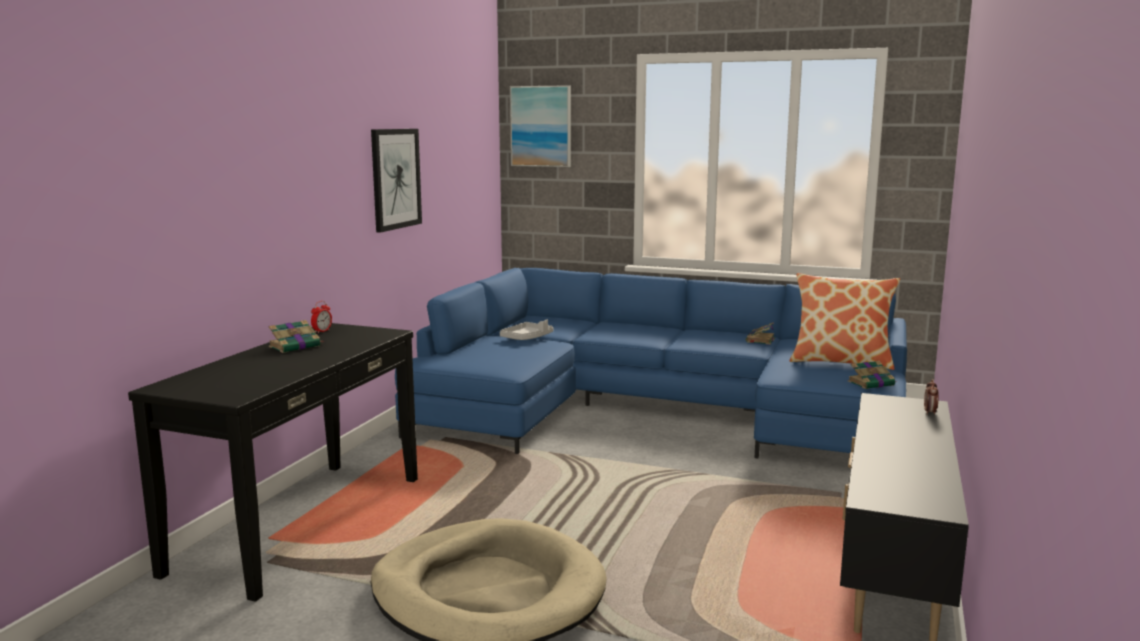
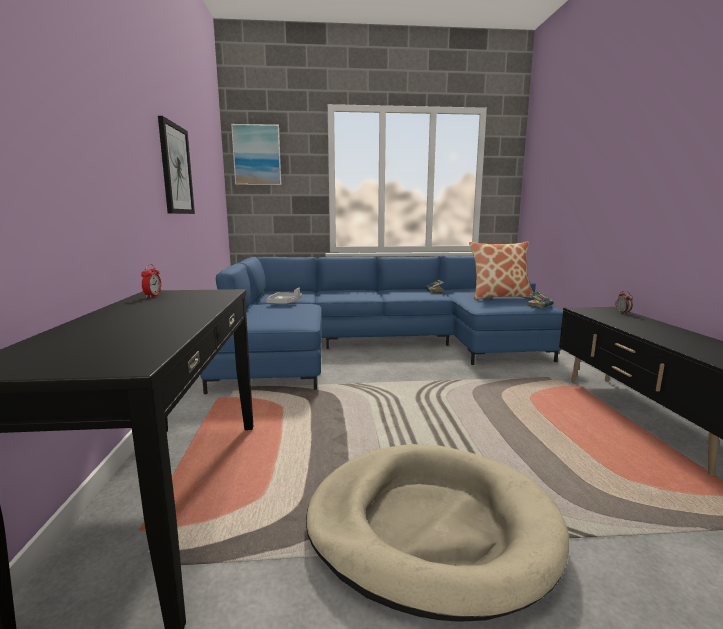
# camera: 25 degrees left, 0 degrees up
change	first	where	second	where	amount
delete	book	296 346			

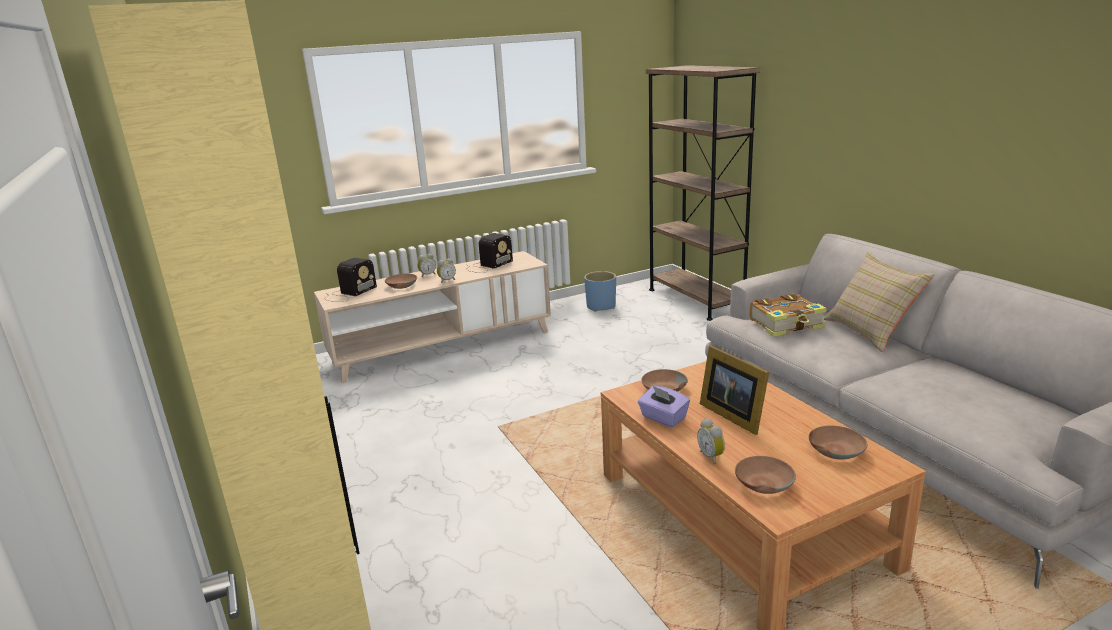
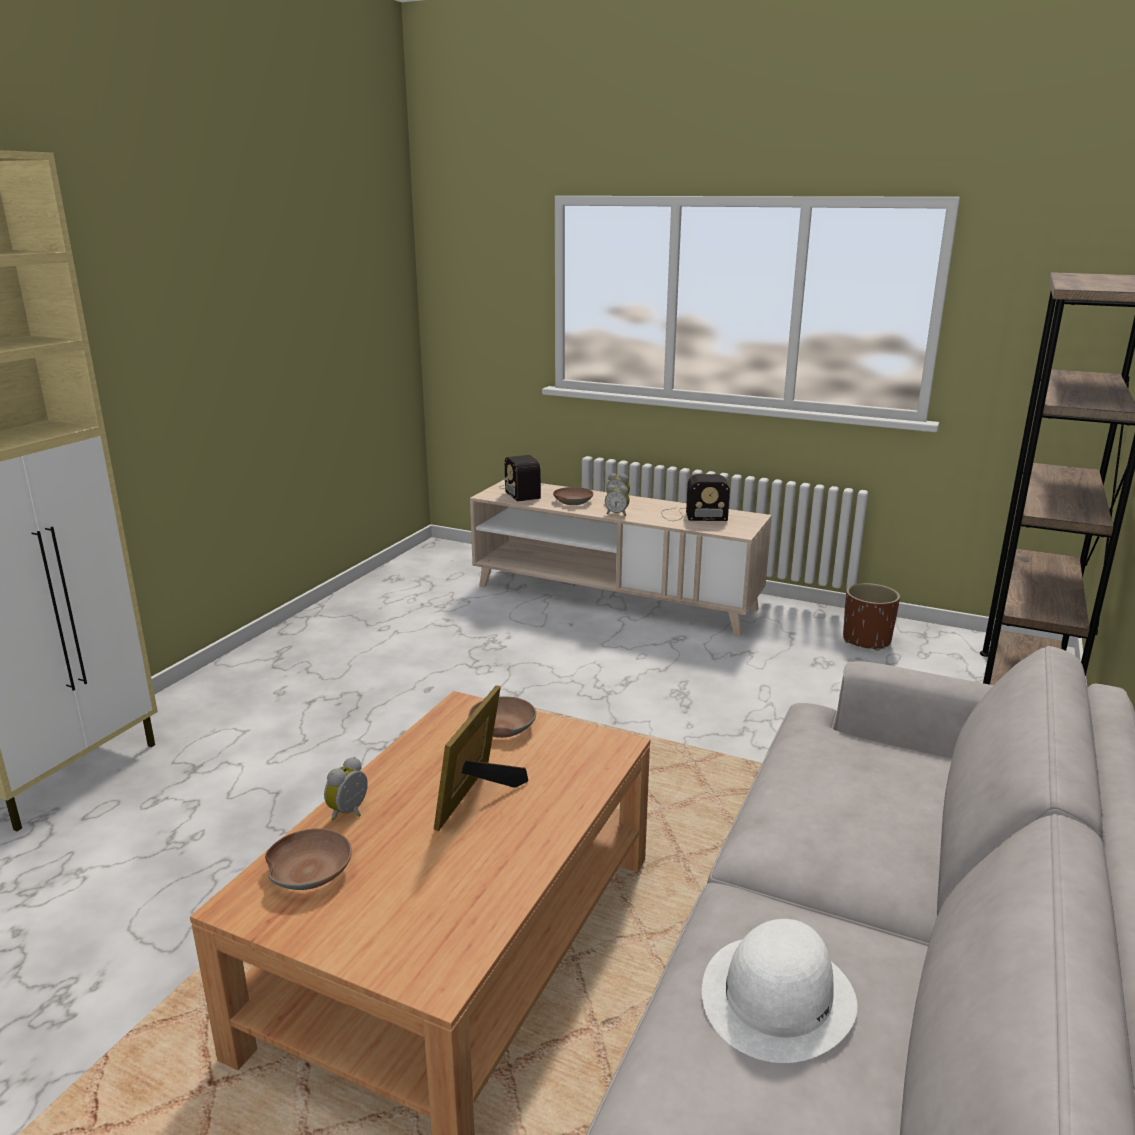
# camera: 50 degrees right, 0 degrees up
change	first	where	second	where	amount
rotate	radio	349 293		521 491	75 degrees clockwise
recolor	blue planter	601 306	brown planter	867 640	
delete	purple tissue box	663 418			
delete	book	787 324			
delete	brown bowl	835 450			
delete	beige pillow	870 332			
insert			white hat	778 996	

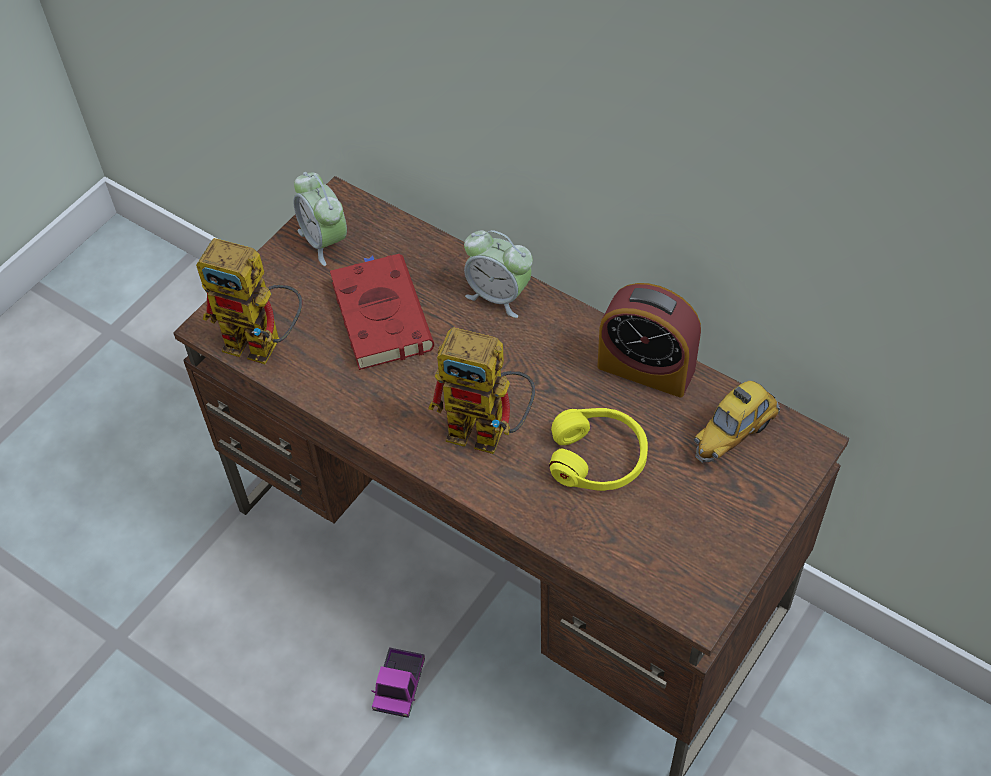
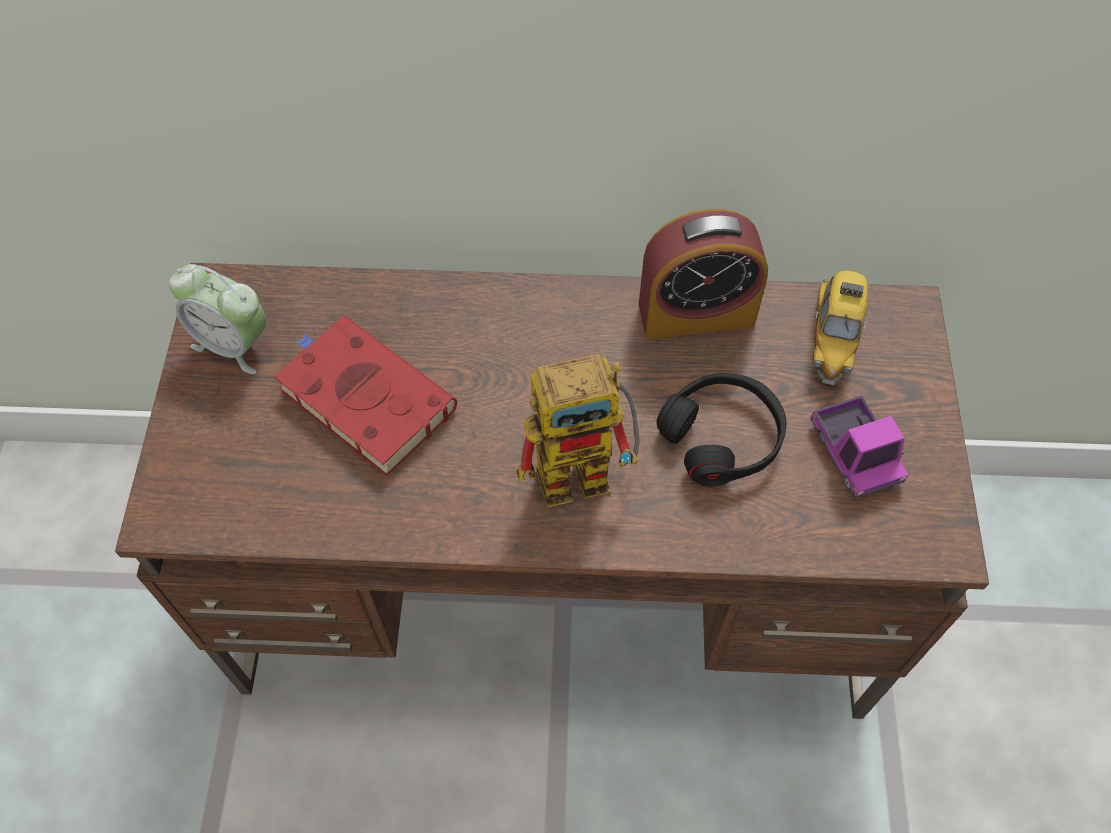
# camera: 35 degrees left, 5 degrees up
change	first	where	second	where	amount
delete	toy robot	265 343			
move	toy truck	399 686		854 453	
delete	alarm clock	498 295			
recolor	yellow headphones	598 458	black headphones	722 436	

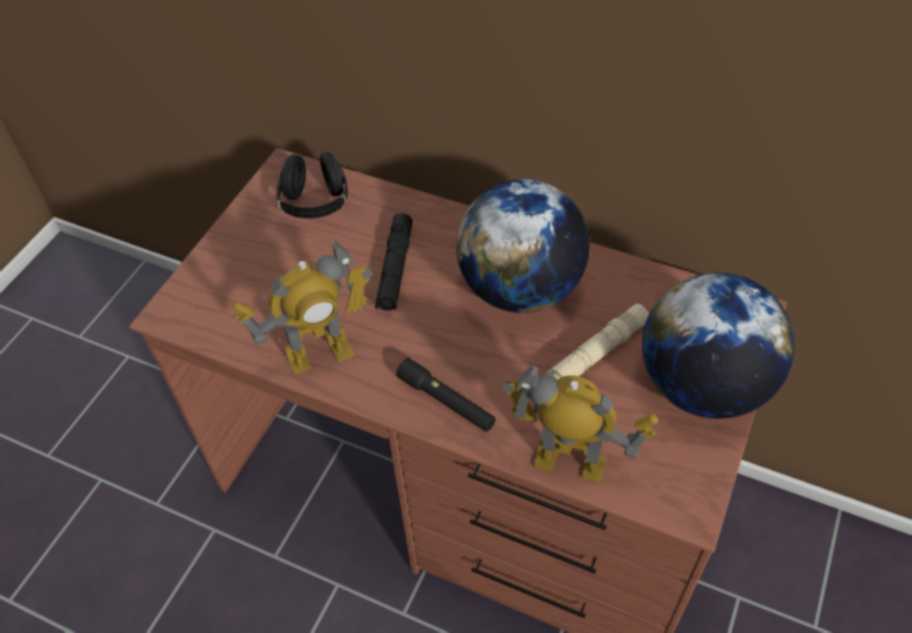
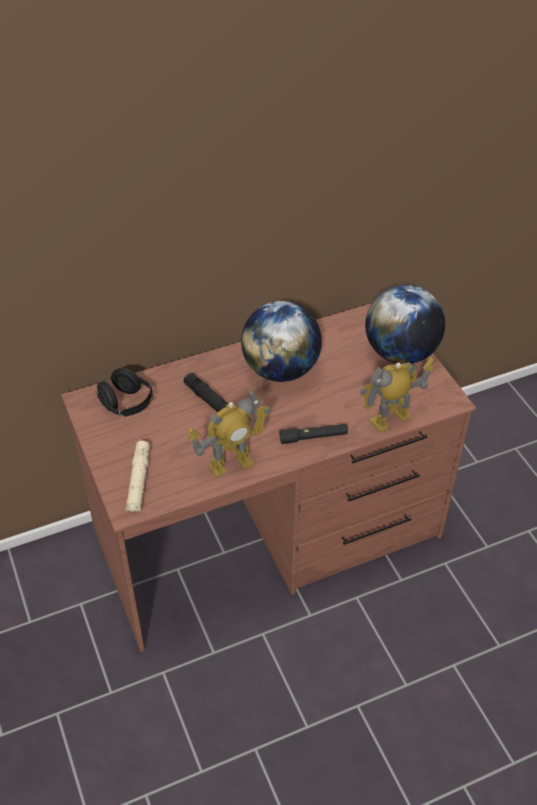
# camera: 50 degrees left, 5 degrees down
change	first	where	second	where	amount
rotate	toy robot	319 354		231 464	45 degrees clockwise
move	beige flashlight	597 353		138 481	

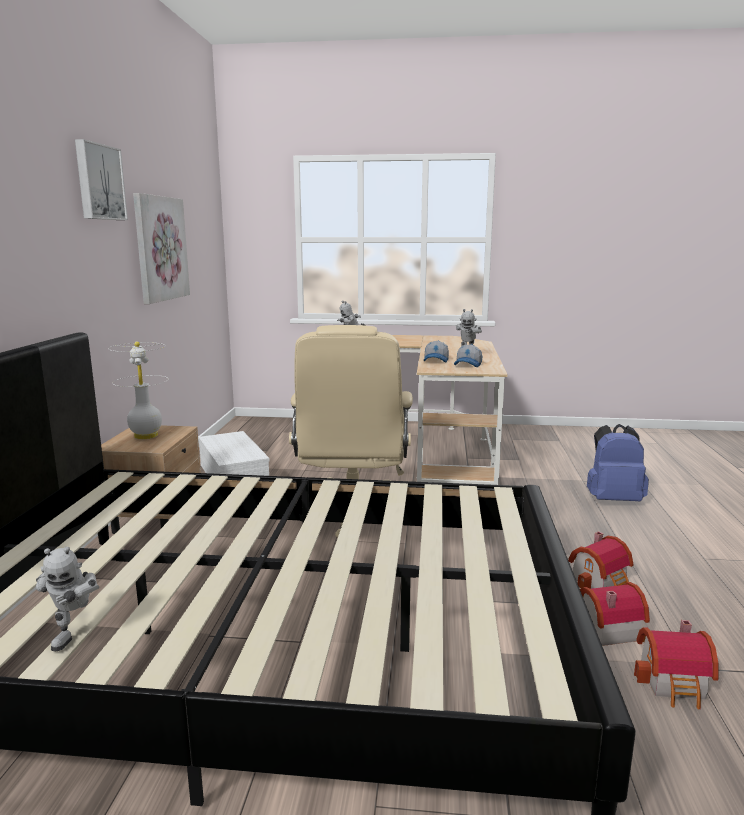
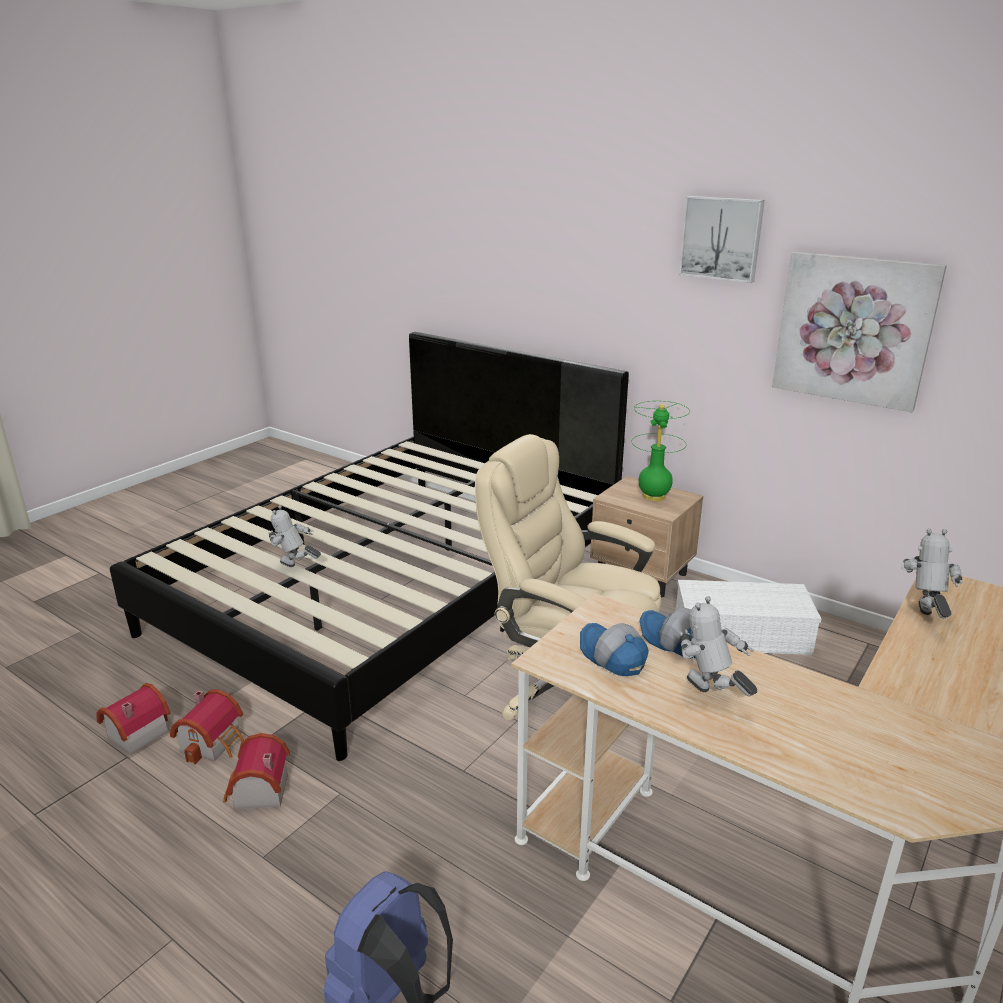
# camera: 120 degrees right, 10 degrees up
change	first	where	second	where	amount
move	toy robot	76 633		295 569	
recolor	white table lamp	145 436	green table lamp	653 496	

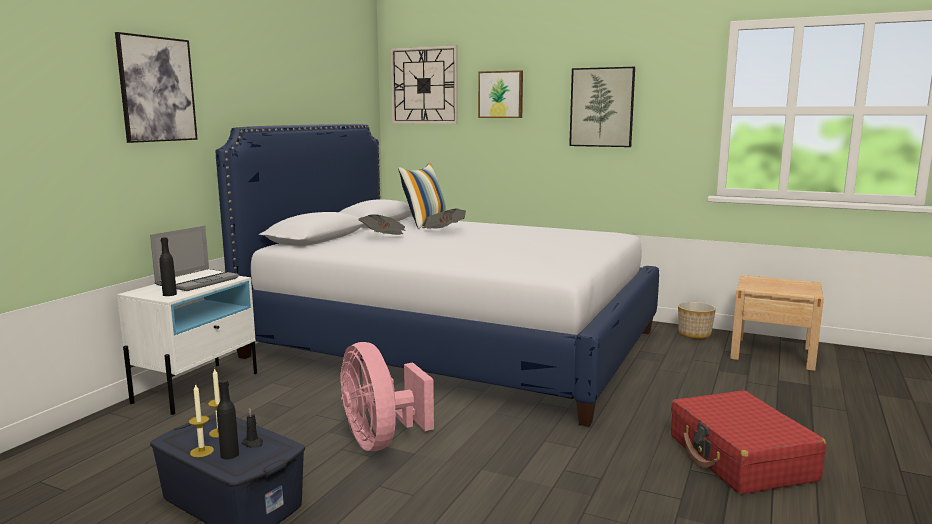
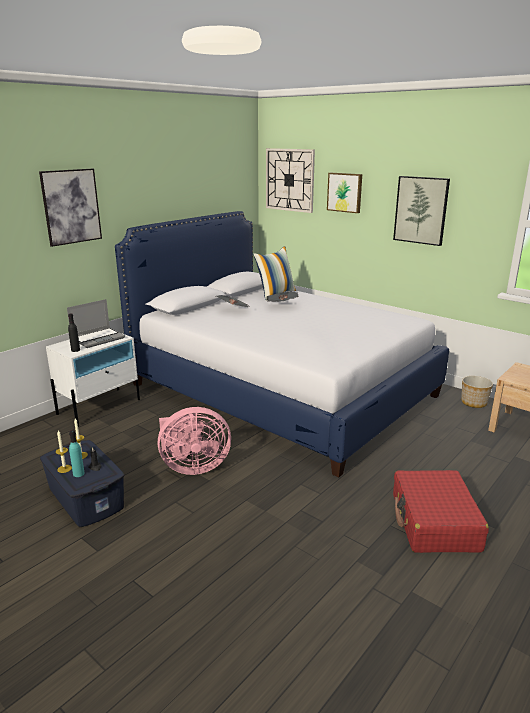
# camera: 15 degrees right, 10 degrees up
change	first	where	second	where	amount
recolor	black bottle	229 454	turquoise bottle	78 474	
rotate	pink fan	381 440		193 467	90 degrees counterclockwise

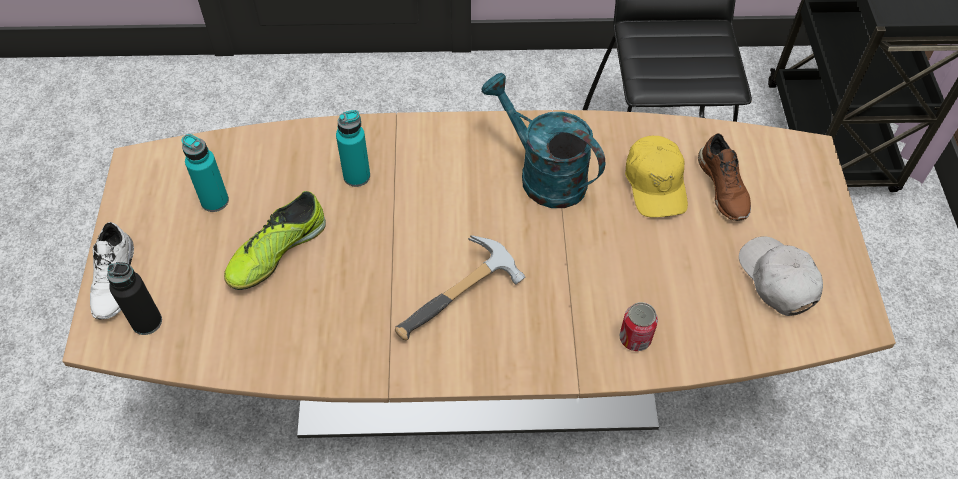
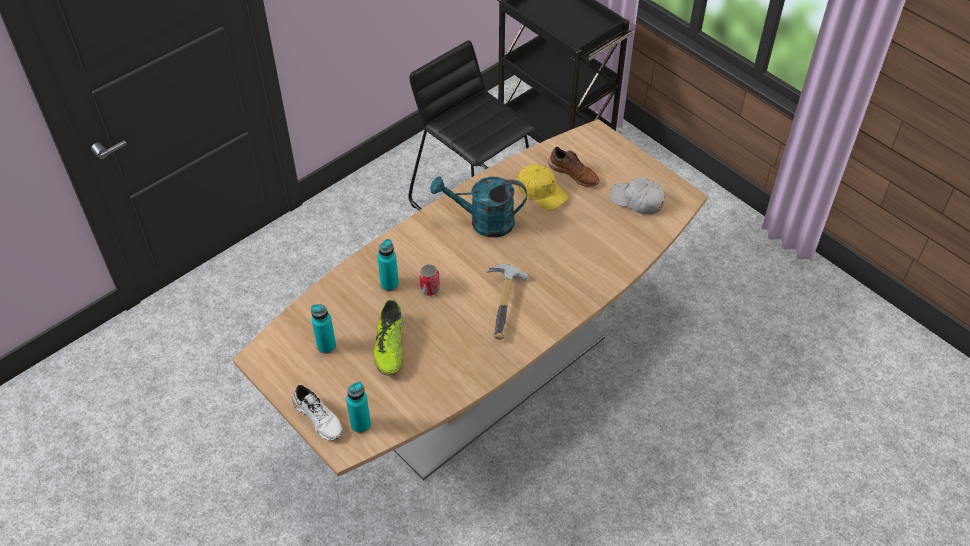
# camera: 40 degrees left, 5 degrees down
change	first	where	second	where	amount
recolor	black bottle	147 322	turquoise bottle	360 424	
move	can	635 338		430 289	

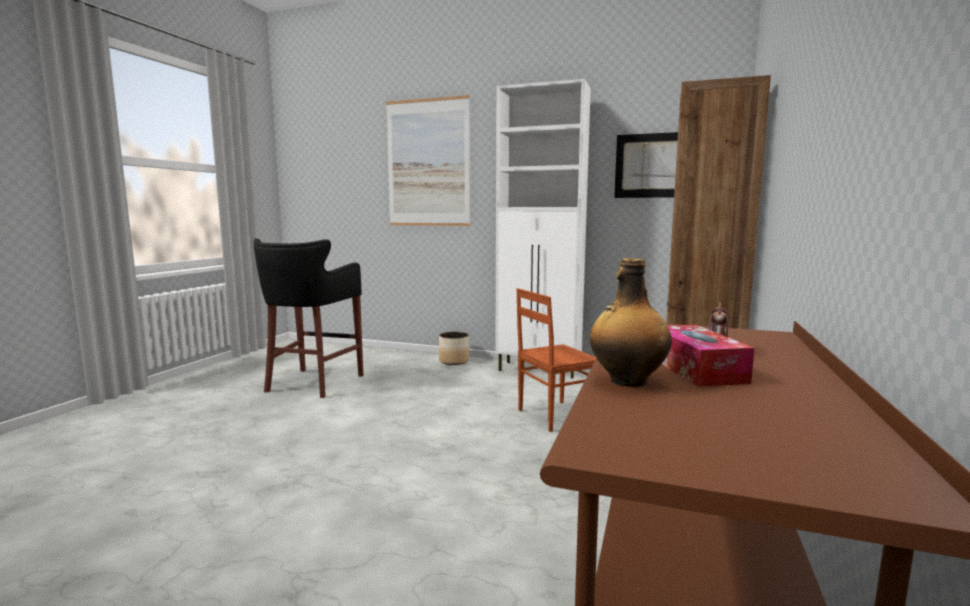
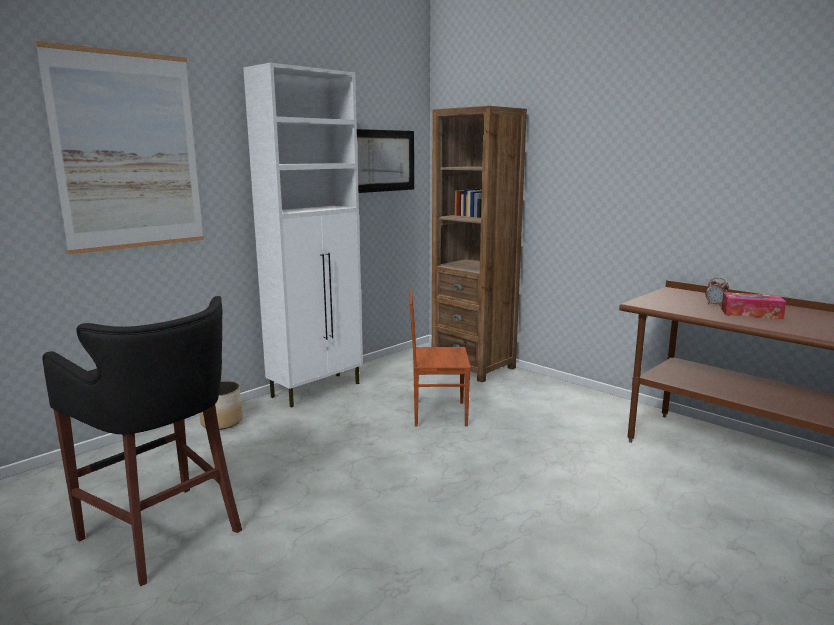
# camera: 65 degrees left, 5 degrees up
change	first	where	second	where	amount
rotate	brown chair	554 415		438 413	90 degrees clockwise
delete	bottle	627 381			

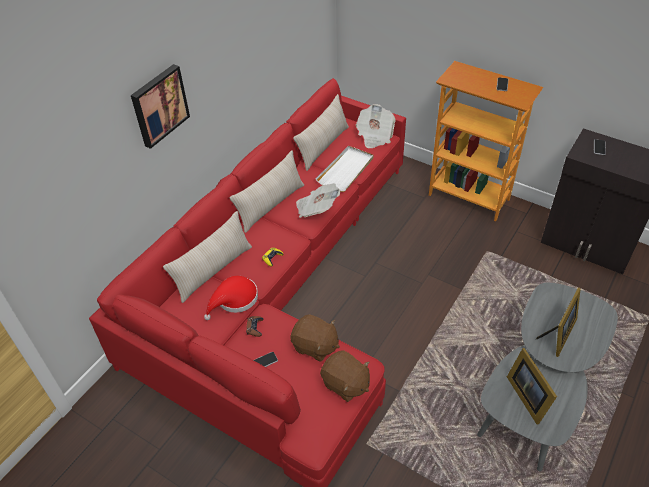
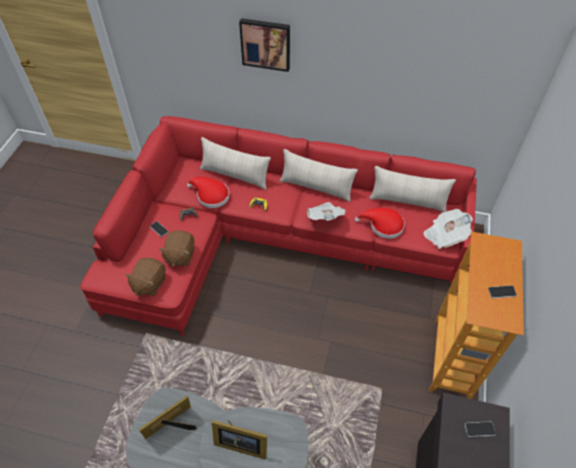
# camera: 70 degrees right, 5 degrees up
change	first	where	second	where	amount
replace	white tray	346 170	red hat	383 225	

